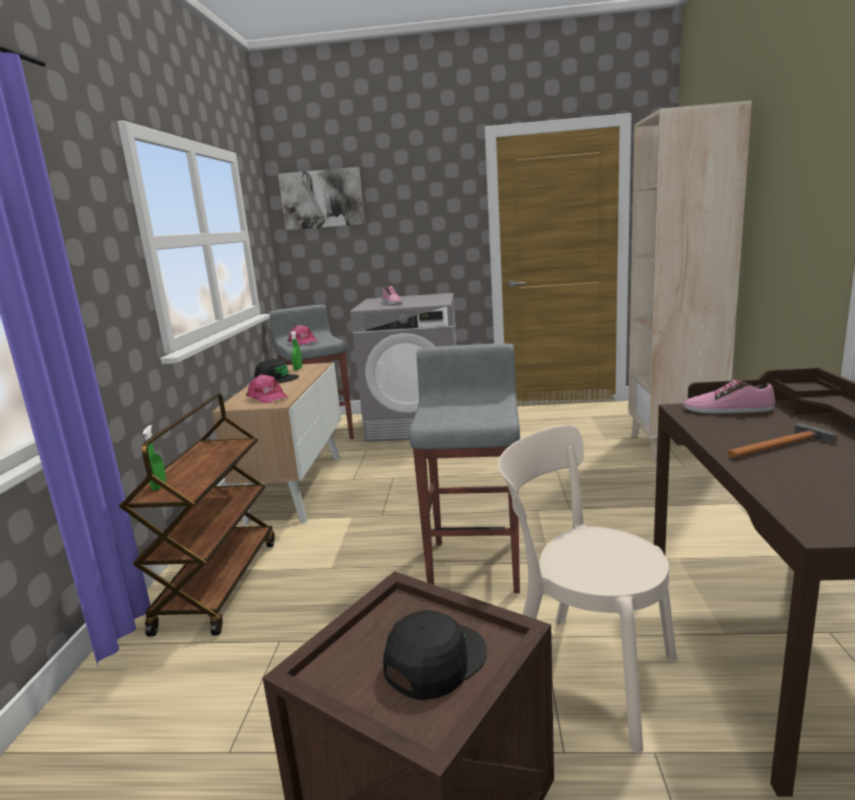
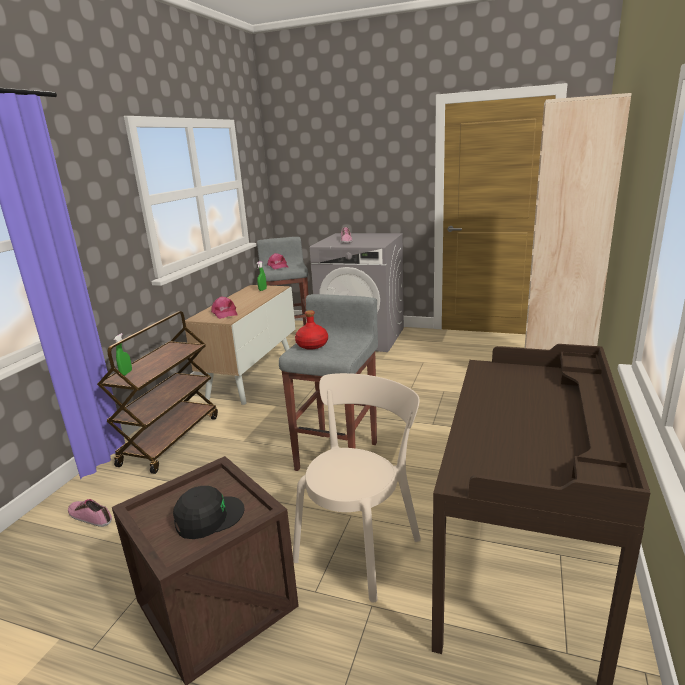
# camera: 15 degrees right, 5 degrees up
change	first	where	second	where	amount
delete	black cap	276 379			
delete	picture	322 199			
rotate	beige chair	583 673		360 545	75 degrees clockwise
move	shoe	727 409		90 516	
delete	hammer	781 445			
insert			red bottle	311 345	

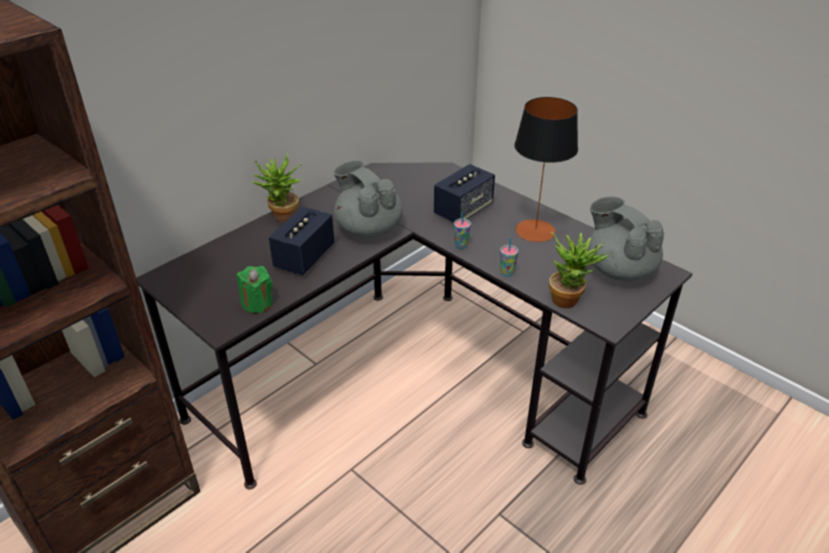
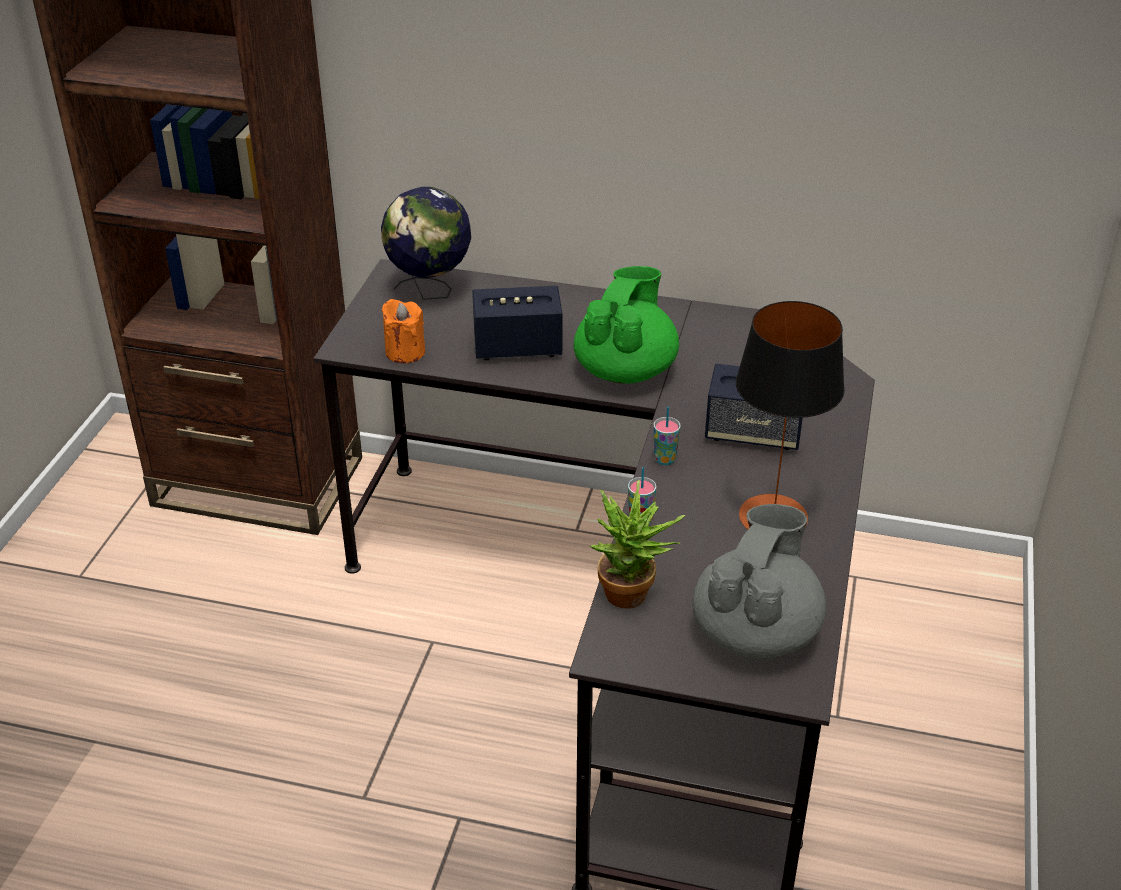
# camera: 60 degrees right, 0 degrees up
change	first	where	second	where	amount
recolor	green candle	257 303	orange candle	405 352	
delete	potted plant	282 219			
recolor	grey teapot	368 228	green teapot	625 370	
insert			globe	430 292	

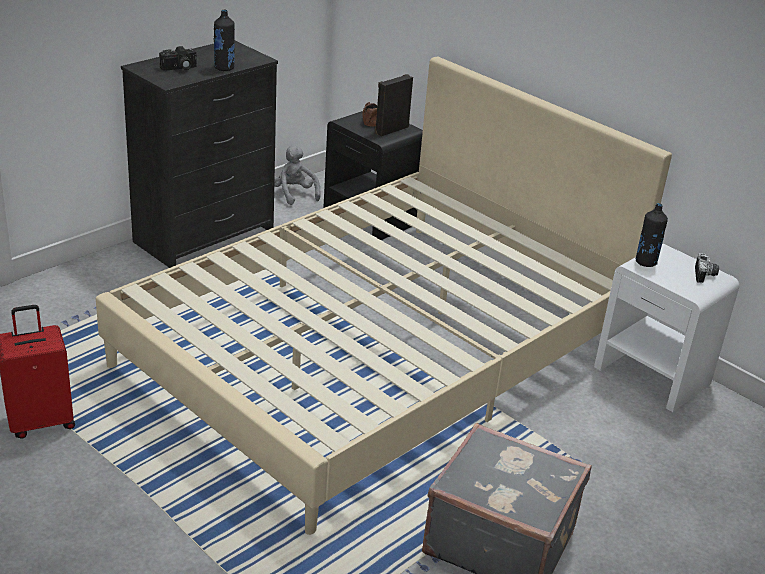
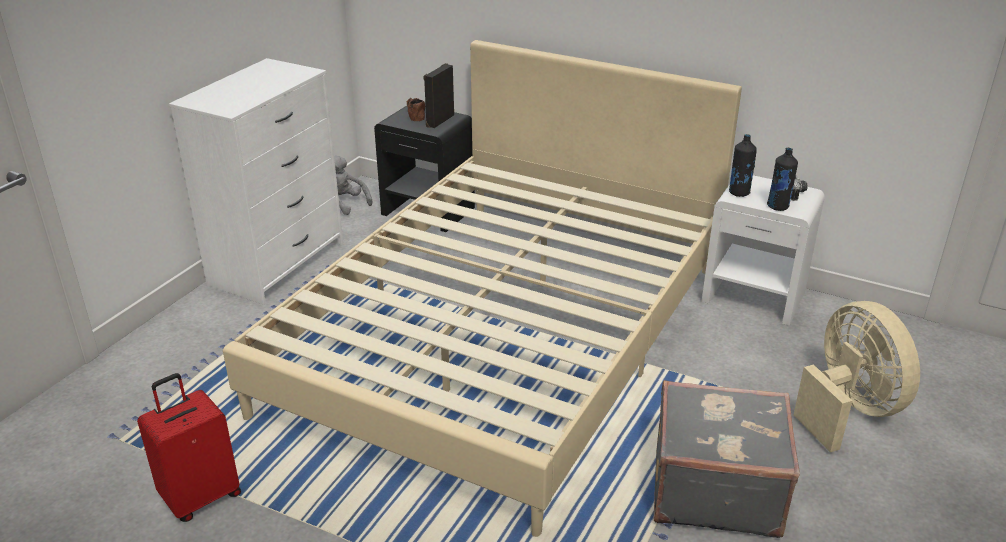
# camera: 15 degrees left, 0 degrees up
change	first	where	second	where	amount
recolor	black dresser	204 237	white dresser	278 264	
delete	photo camera	179 68			
move	black bottle	224 68		778 206	
insert			beige fan	848 410	

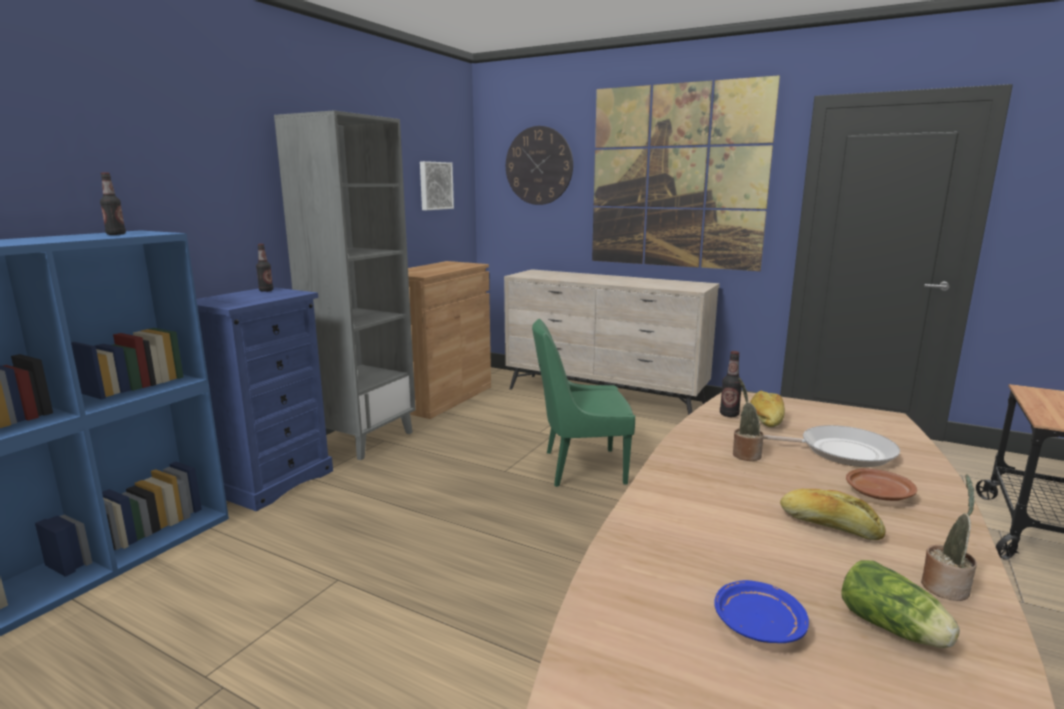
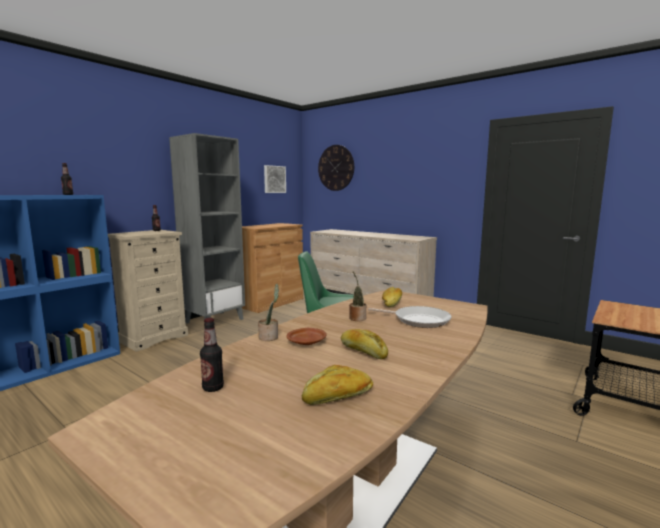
# camera: 10 degrees right, 5 degrees down
change	first	where	second	where	amount
recolor	blue dresser	273 481	beige dresser	153 338	
delete	picture	676 177			
delete	blue plate	757 624			
move	bottle	729 414		213 388	
replace	lettuce	894 630	bread	338 397	
move	brown plate	878 494		307 342	
move	potted plant	945 586		269 337	

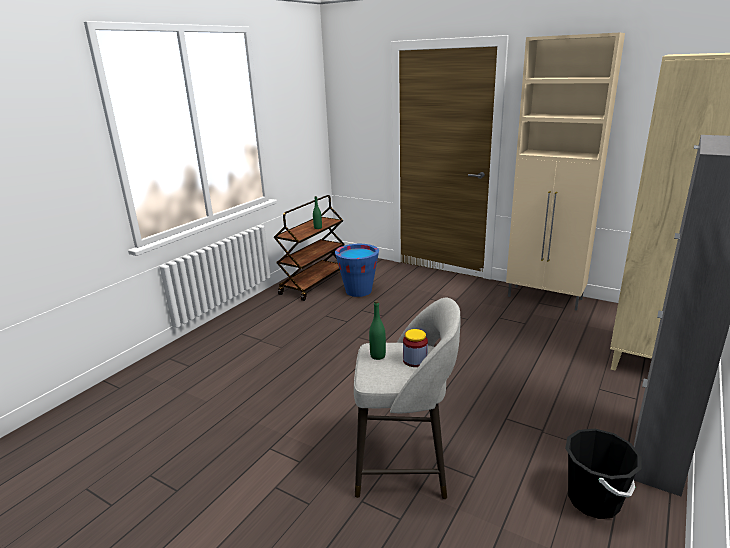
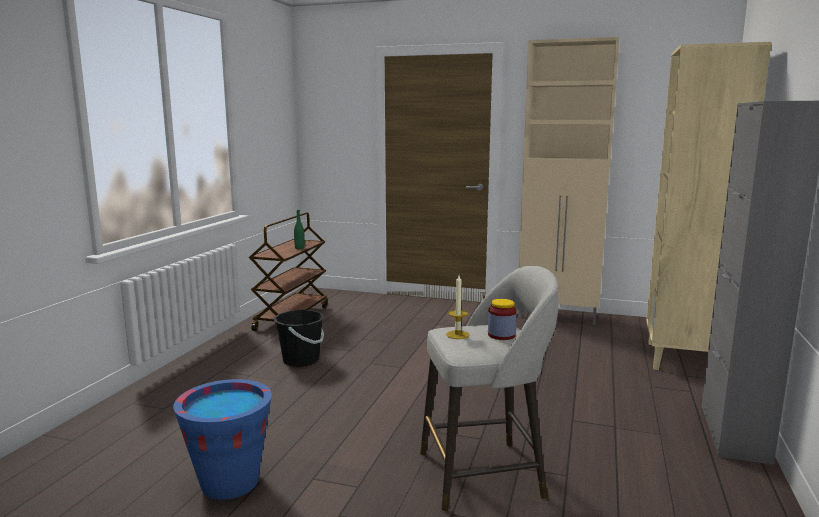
# camera: 15 degrees left, 10 degrees down
change	first	where	second	where	amount
move	blue bucket	358 291		229 482	
replace	green bottle	377 356	candle	457 335	
move	black bucket	593 500		301 360	

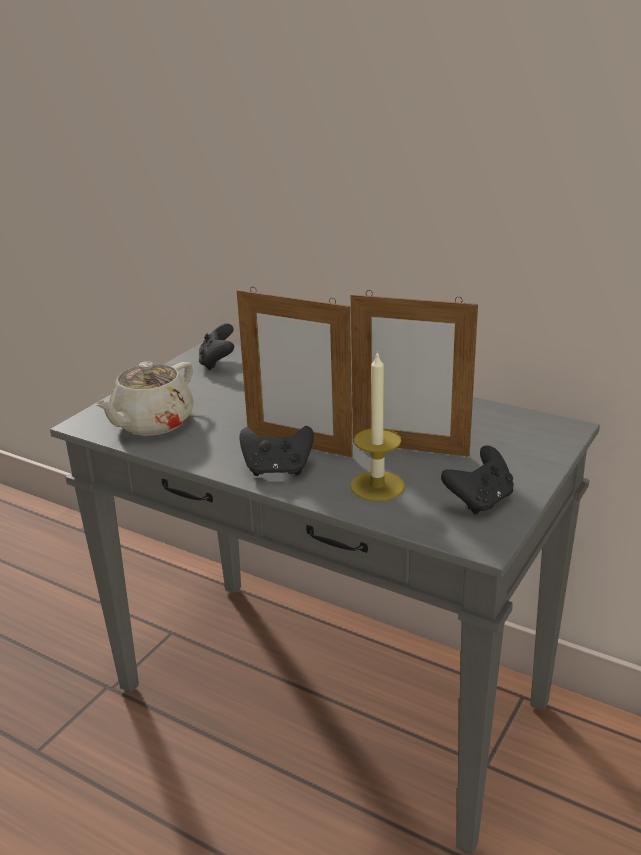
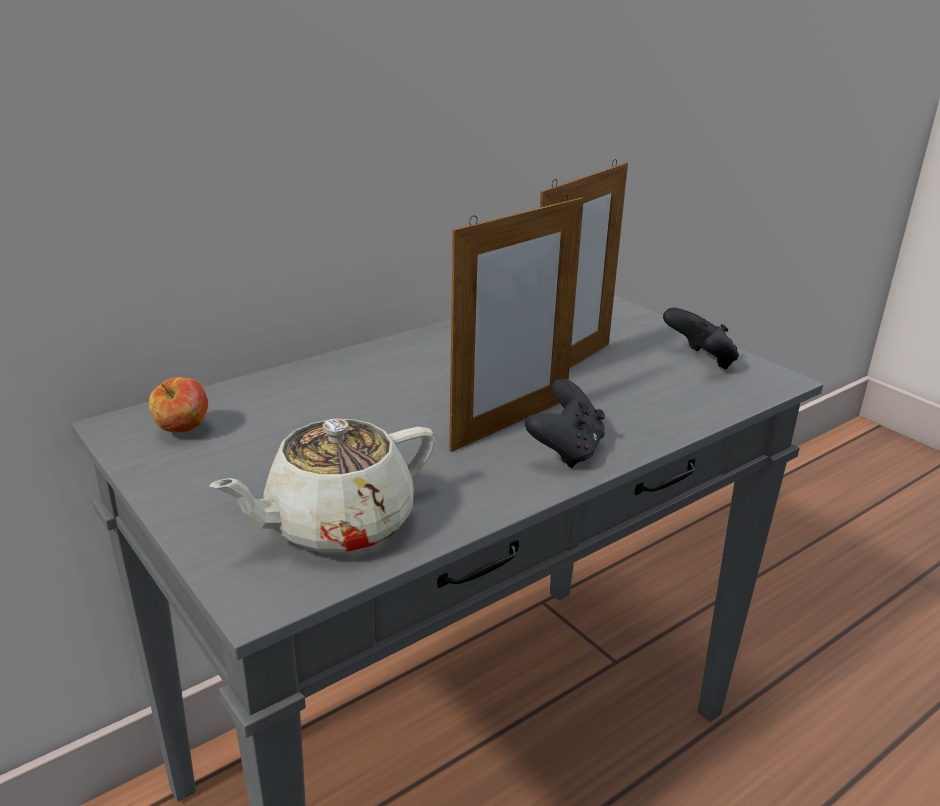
# camera: 70 degrees left, 0 degrees up
change	first	where	second	where	amount
rotate	beige teapot	152 423		336 525	90 degrees clockwise
replace	black game controller	217 363	apple	183 431	
delete	candle	377 486			

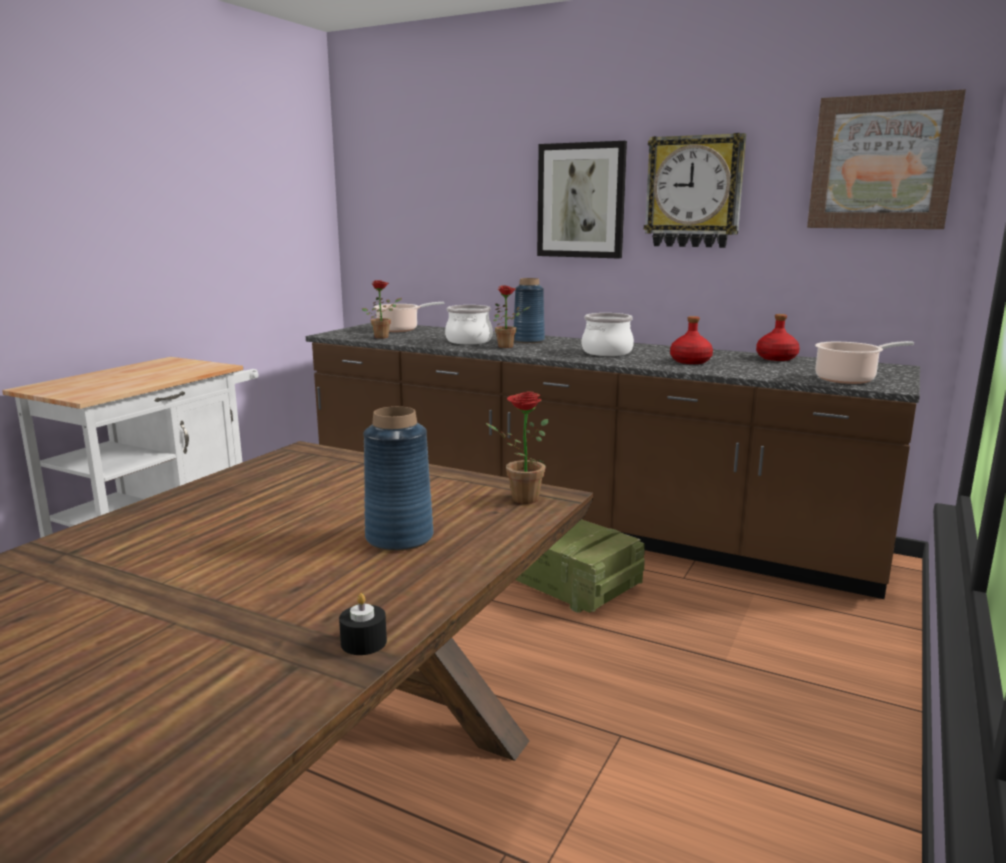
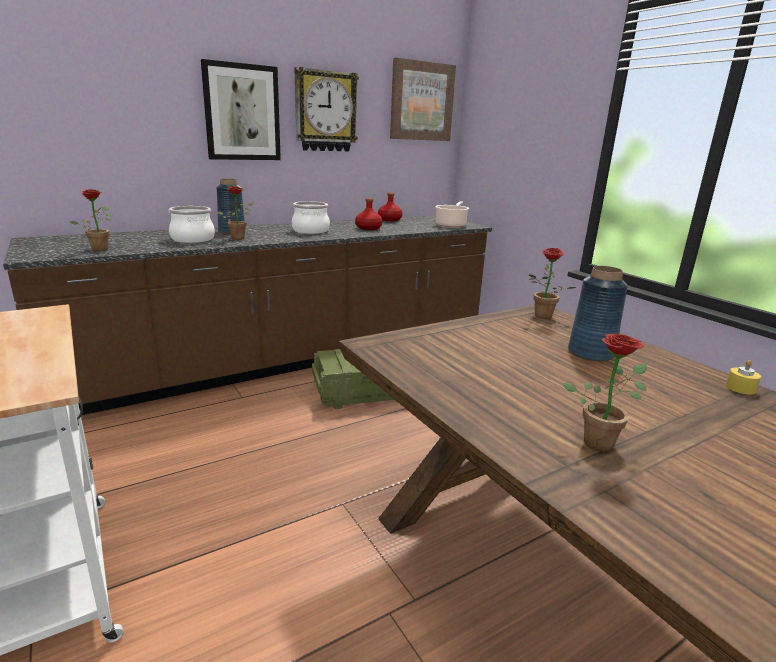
# camera: 60 degrees left, 5 degrees up
change	first	where	second	where	amount
recolor	black candle	363 642	yellow candle	740 388	
delete	cooking pot	400 329			
insert			potted plant	600 440	

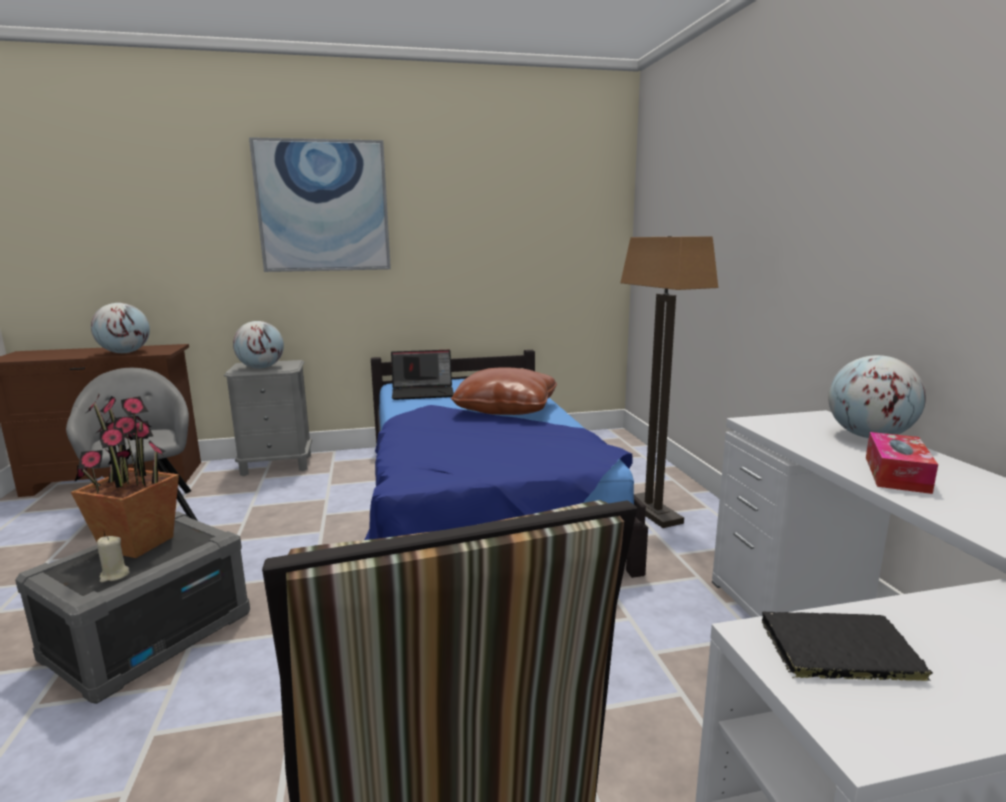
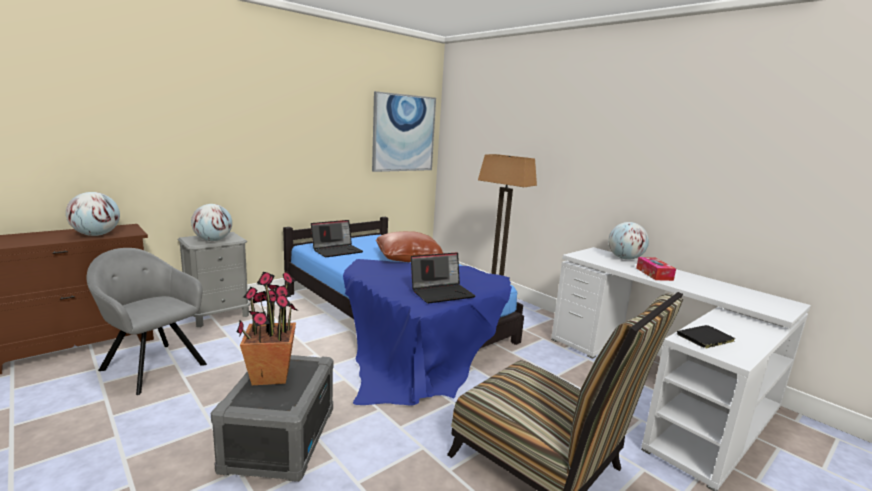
# camera: 30 degrees left, 0 degrees up
change	first	where	second	where	amount
delete	beige candle	114 575			
move	picture	323 206		404 133	
insert			laptop	442 293	

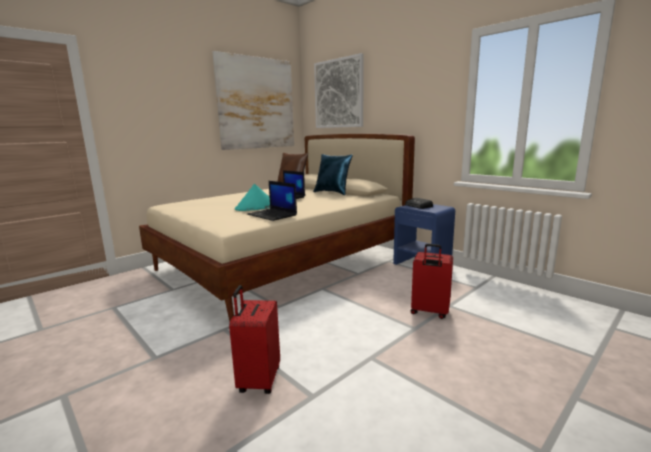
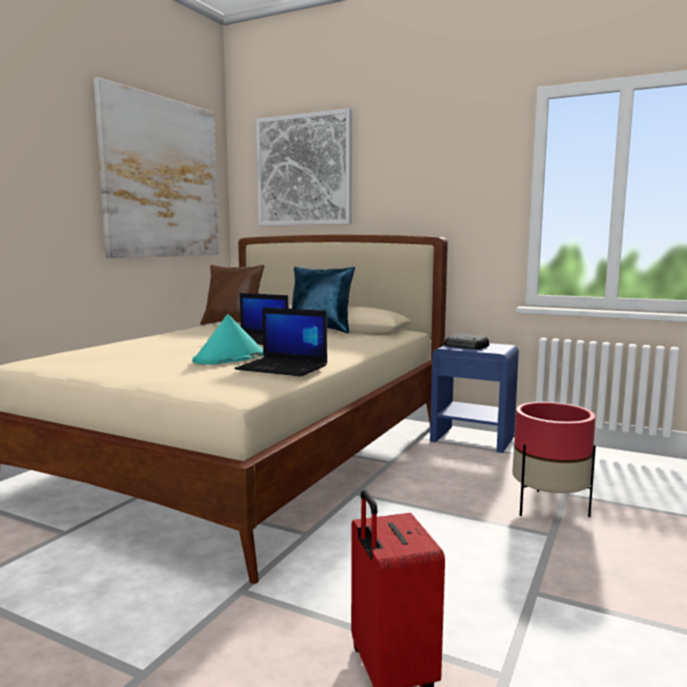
# camera: 20 degrees left, 5 degrees down
change	first	where	second	where	amount
replace	red suitcase	429 312	red planter	548 507	

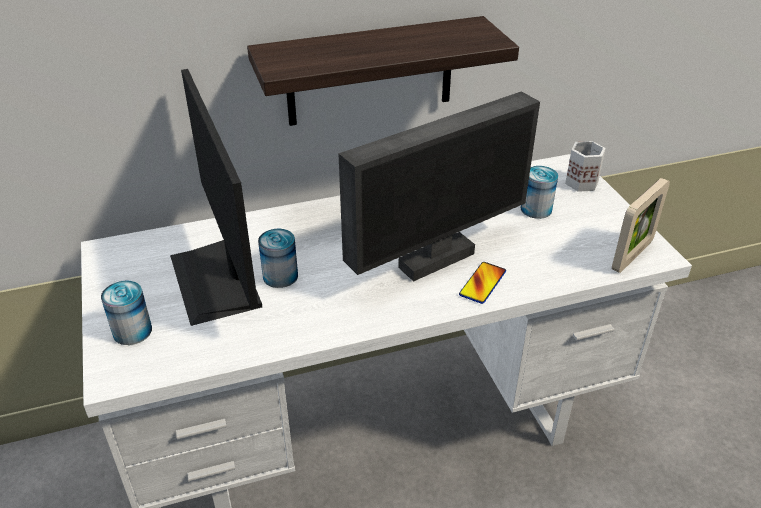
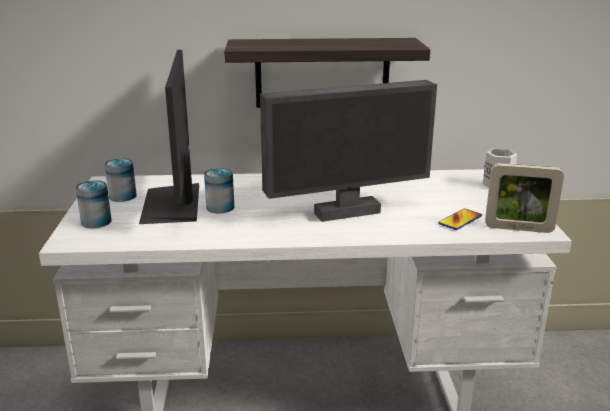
# camera: 15 degrees right, 15 degrees down
change	first	where	second	where	amount
move	phone	482 283		460 220	
move	can	536 209		122 196	
rotate	picture frame	632 255		518 228	45 degrees clockwise

